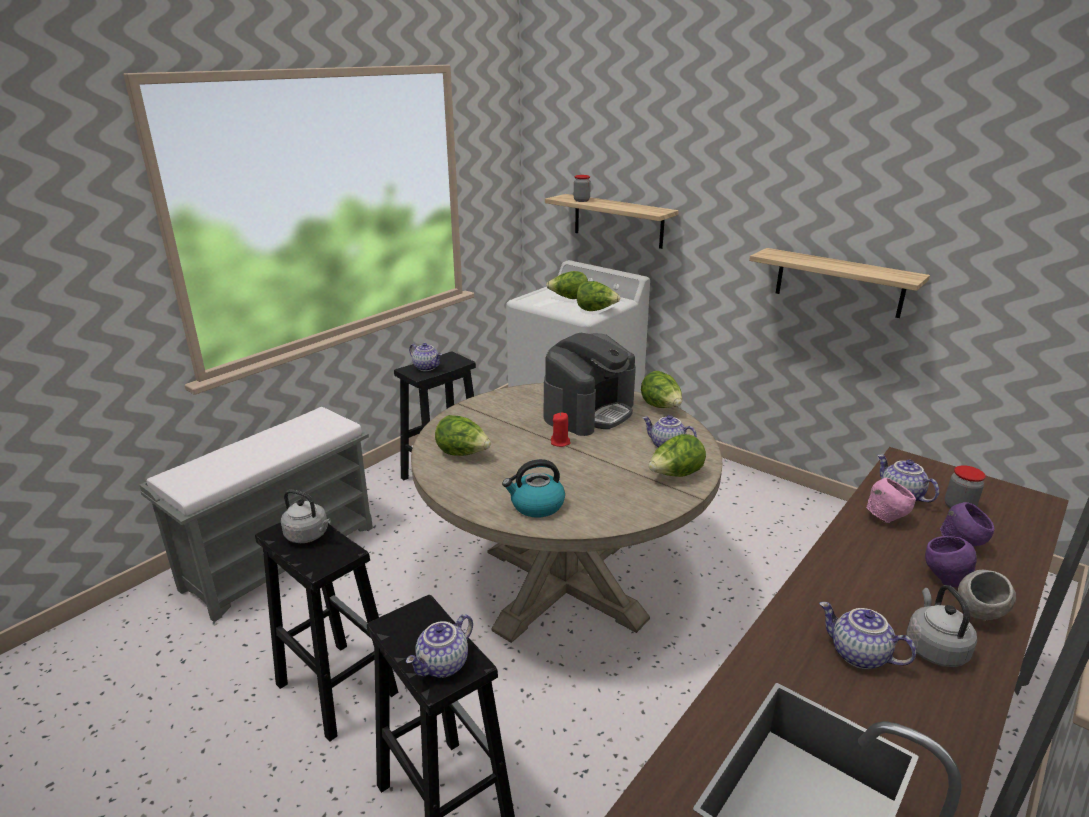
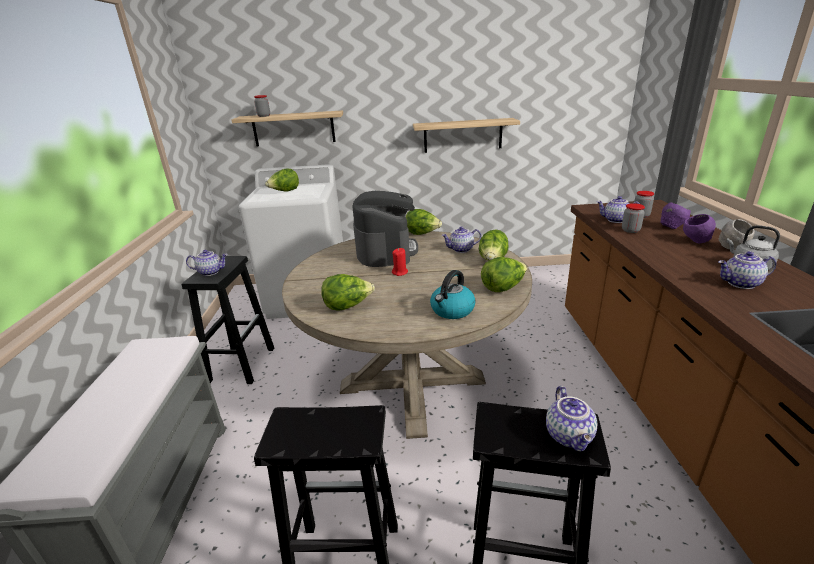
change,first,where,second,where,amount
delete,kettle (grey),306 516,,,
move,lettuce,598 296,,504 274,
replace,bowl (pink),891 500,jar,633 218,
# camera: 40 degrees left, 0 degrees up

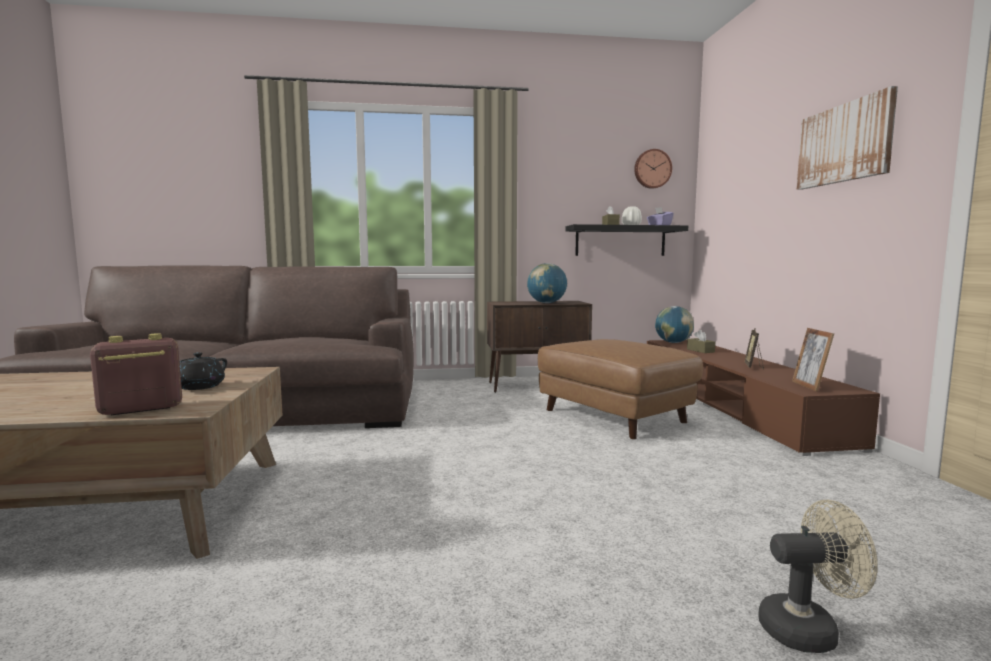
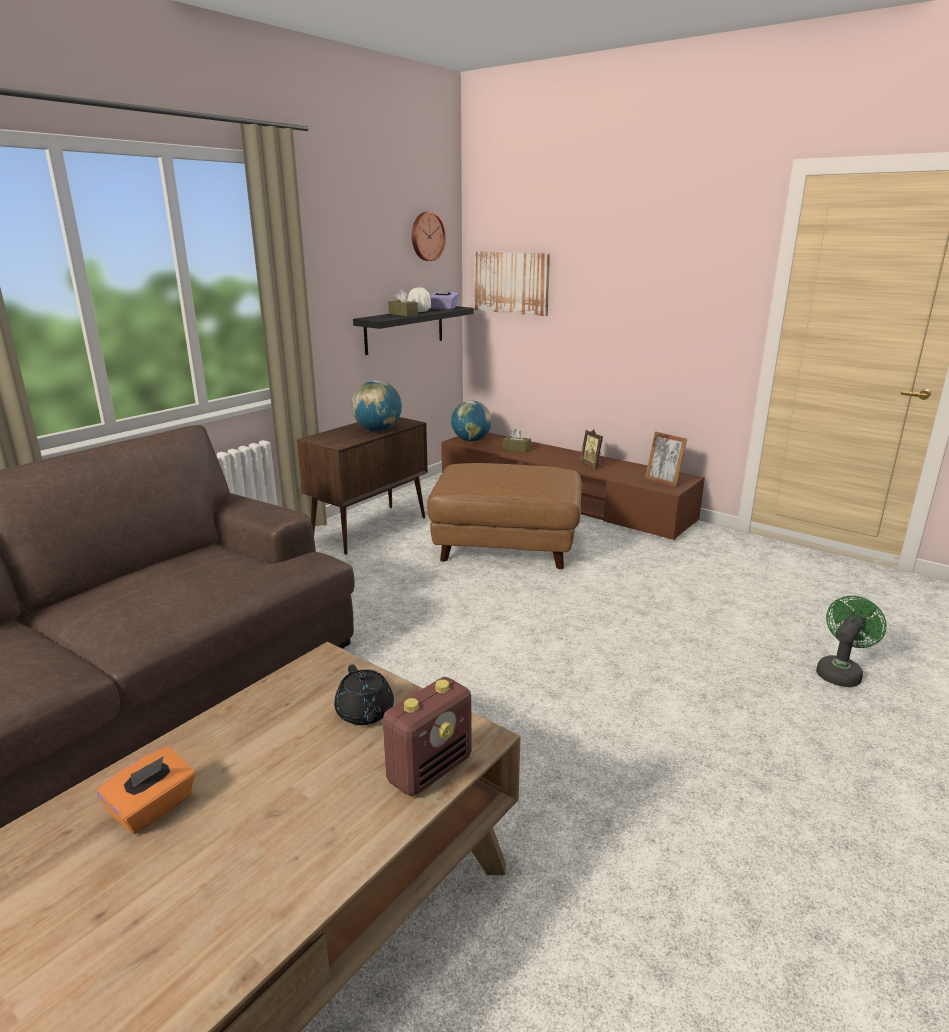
change,first,where,second,where,amount
rotate,radio,136 374,,427 736,150 degrees counterclockwise
recolor,fan (beige),818 576,fan (green),851 641,
move,picture,847 138,,512 283,
insert,,,tissue box (orange),146 790,
# camera: 45 degrees left, 15 degrees up

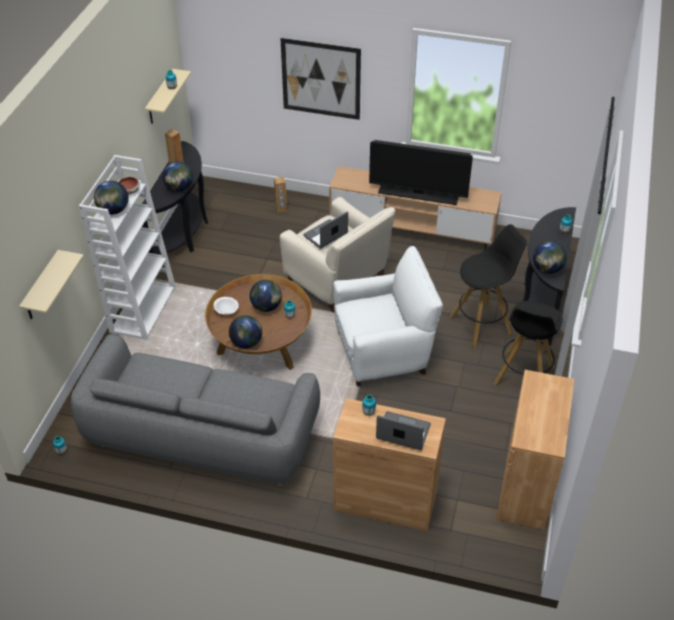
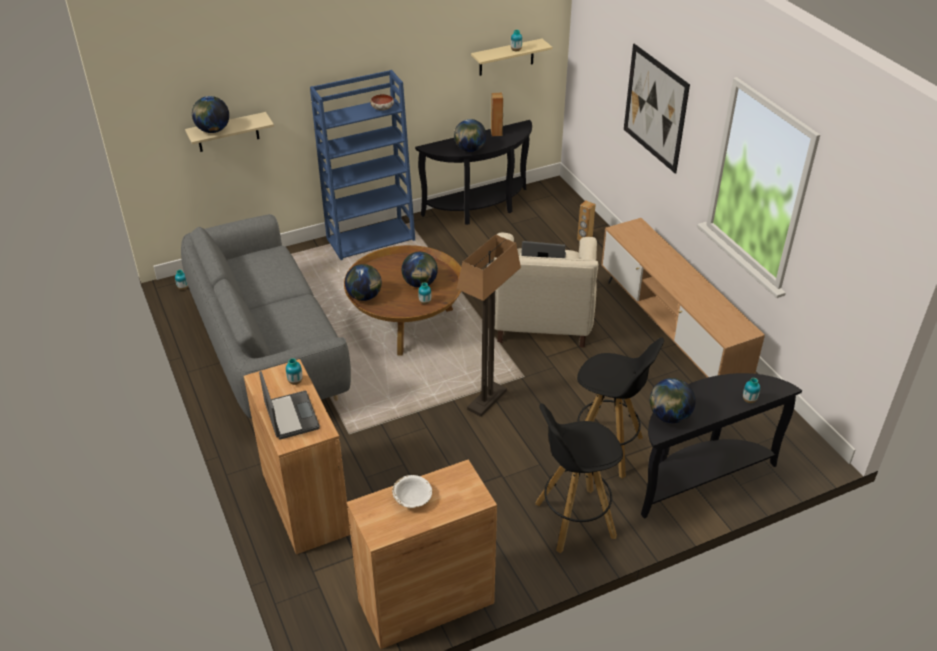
change,first,where,second,where,amount
recolor,bookcase (white),127 247,bookcase (blue),362 165,
move,globe,111 198,,210 114,
move,bowl (white),226 306,,412 491,
replace,armchair (white),388 316,floor lamp,489 325,
delete,television,421 172,,,
# camera: 50 degrees right, 5 degrees down

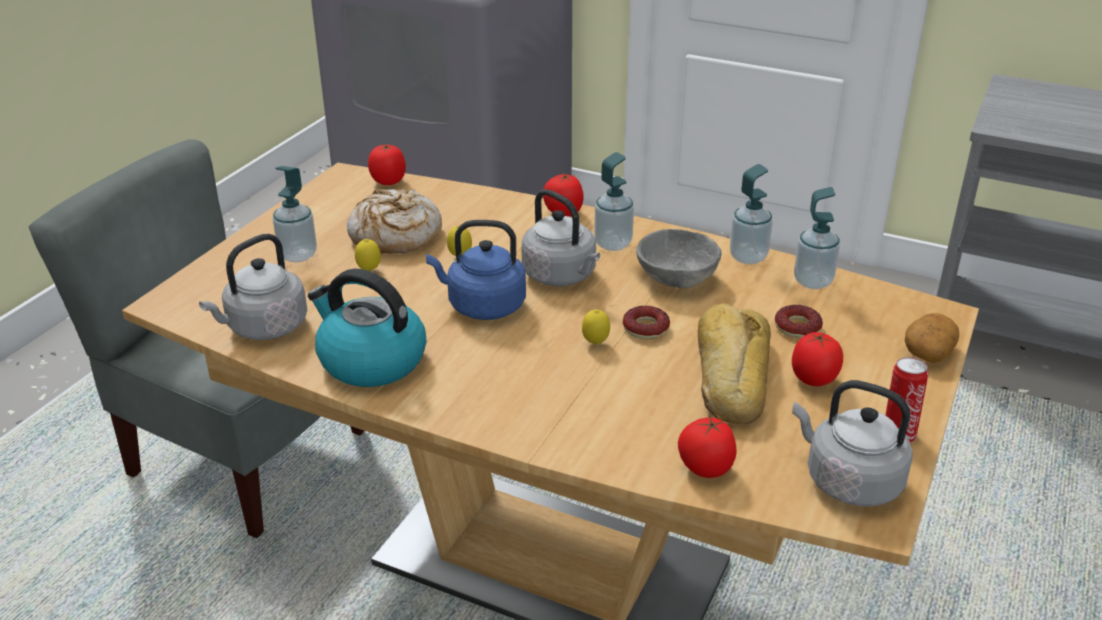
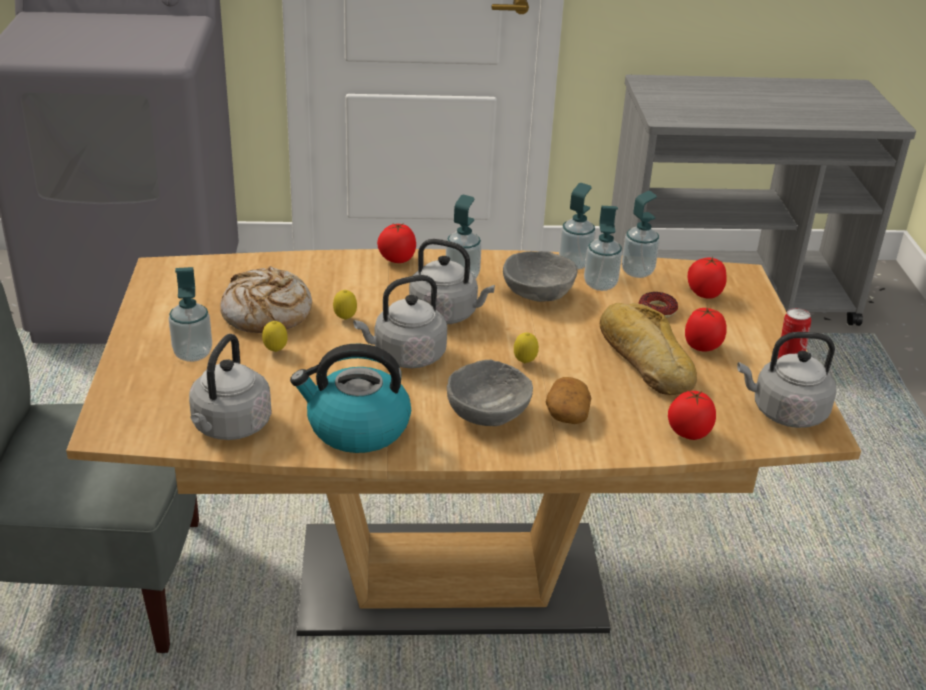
change,first,where,second,where,amount
move,tomato,387 165,,707 278,
recolor,kettle (blue),476 270,kettle (grey),400 321,
delete,donut,646 322,,,
move,potato,932 338,,568 400,
insert,,,bowl (grey),490 393,
insert,,,soap dispenser,603 248,
# camera: 30 degrees left, 0 degrees up

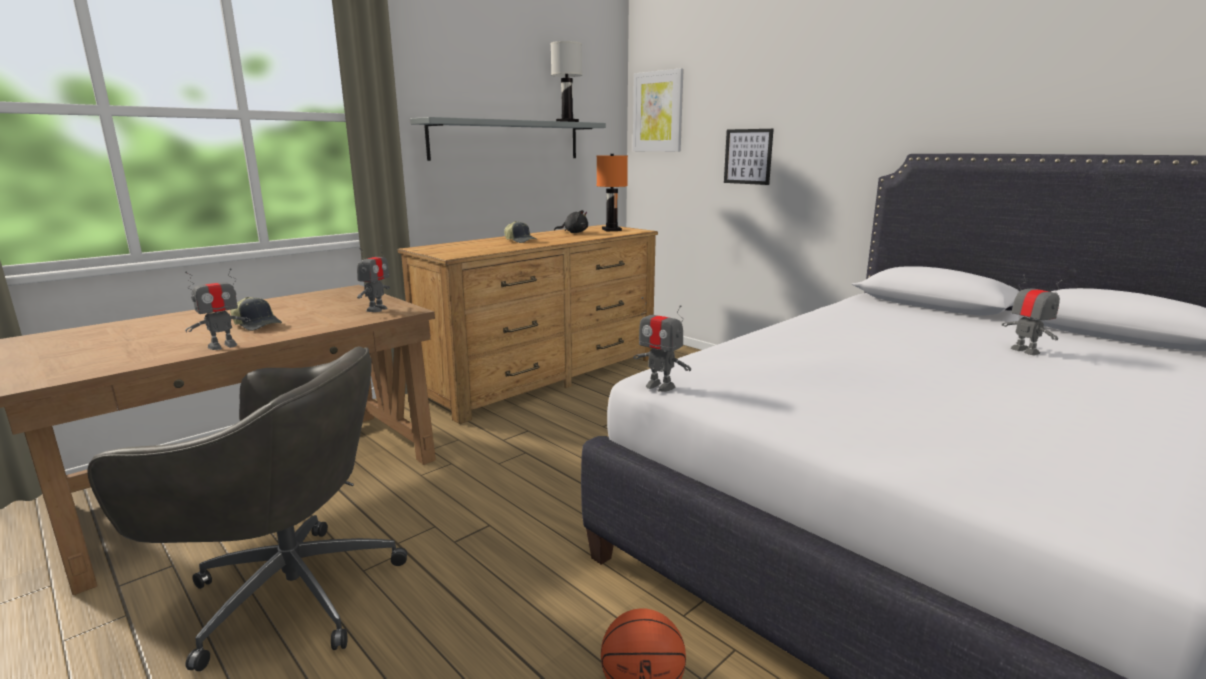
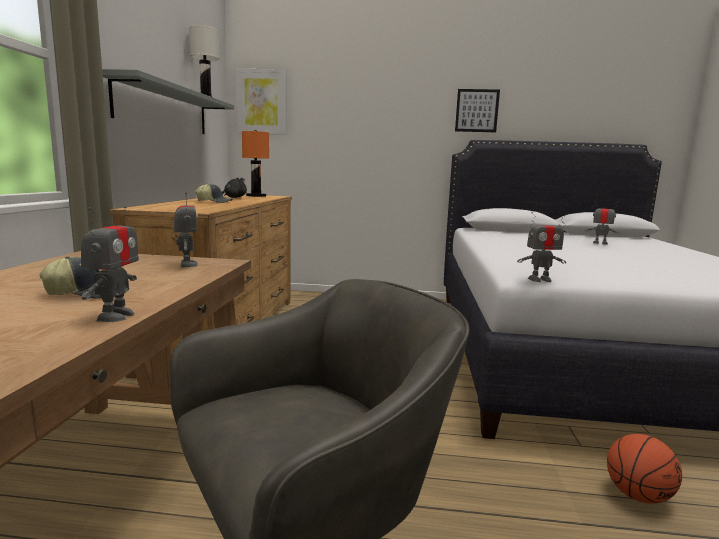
change,first,where,second,where,amount
move,picture,749 157,,477 110,
# camera: 40 degrees left, 5 degrees down

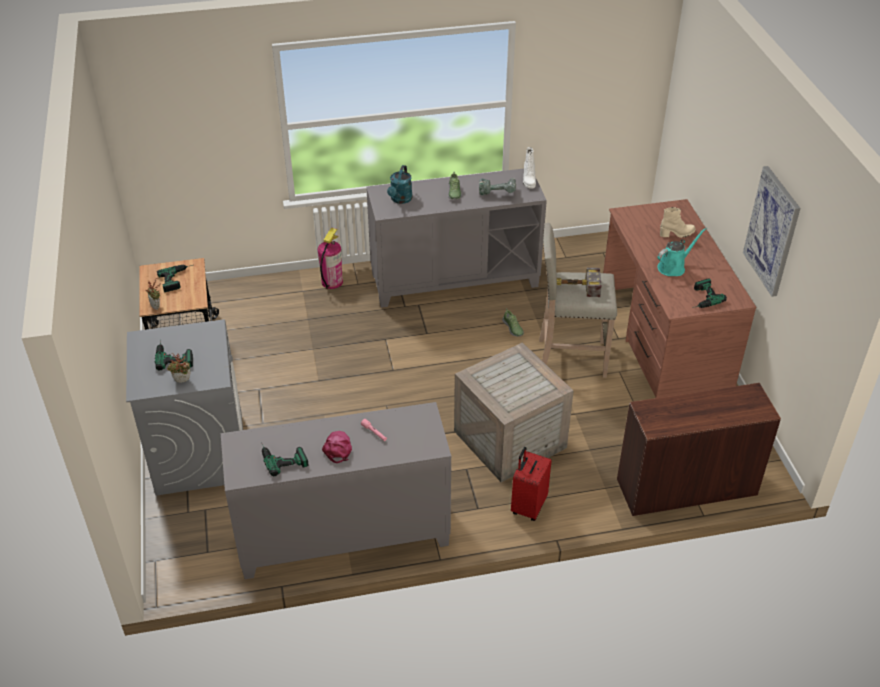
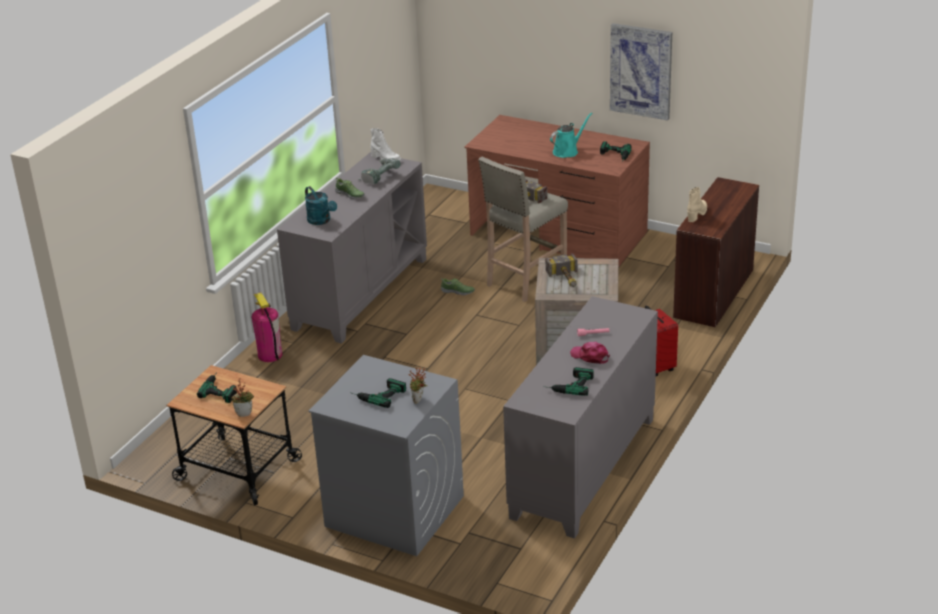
change,first,where,second,where,amount
rotate,watering can (turquoise),682 252,,571 135,45 degrees clockwise
move,boot (beige),677 222,,697 204,
insert,,,hammer,561 270,
# camera: 50 degrees left, 10 degrees down

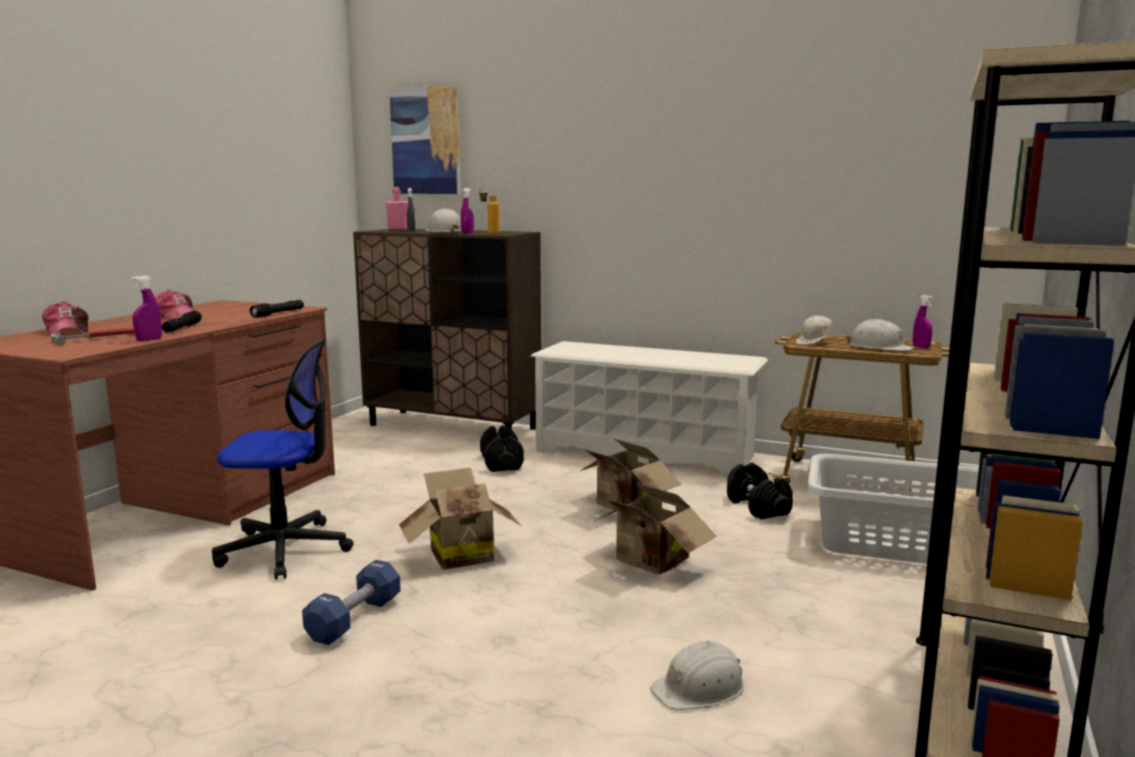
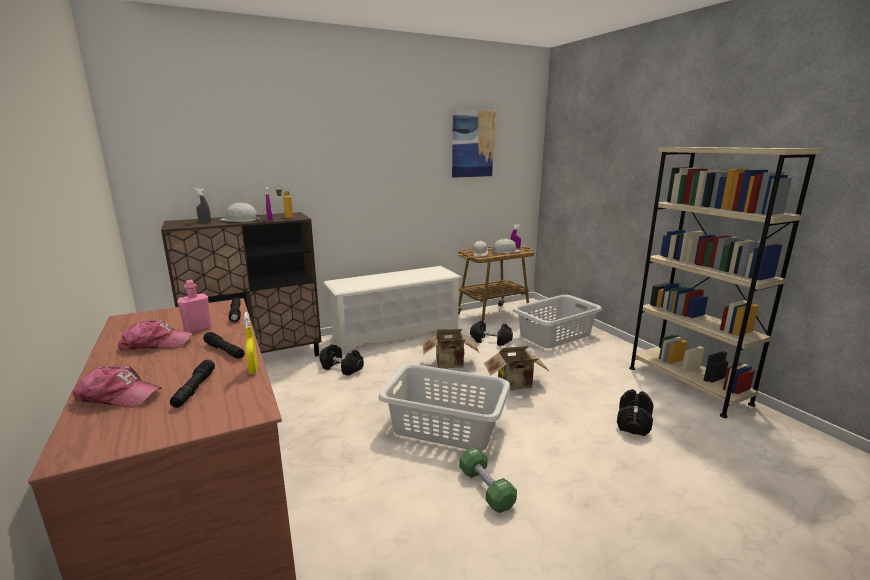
change,first,where,second,where,amount
replace,hammer,93 336,flashlight (black),192 384,
recolor,spray bottle (purple),146 308,spray bottle (yellow),251 343,
delete,office chair,283 459,,,
recolor,dumbbell (blue),351 602,dumbbell (green),488 480,
move,bottle (pink),397 208,,194 306,
move,picture,425 139,,474 143,
replace,cardboard box,460 519,laundry basket (grey),444 407,
replace,hard hat (white),697 675,dumbbell (black),635 412,
# camera: 50 degrees left, 5 degrees up

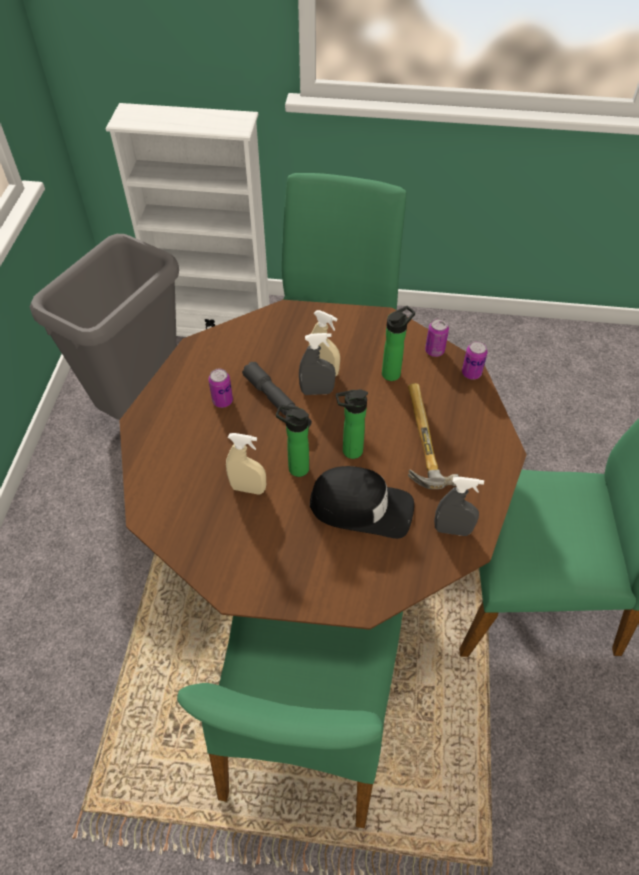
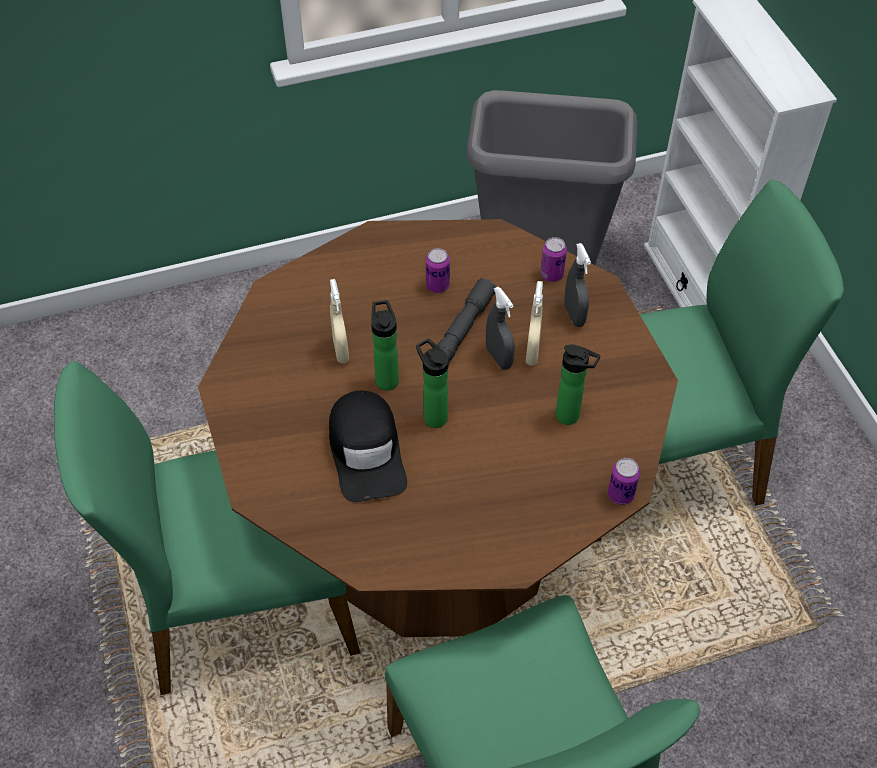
change,first,where,second,where,amount
delete,hammer,433 436,,,
move,can,437 338,,553 259,
move,spray bottle (grey),459 506,,577 285,
# camera: 65 degrees right, 0 degrees up

